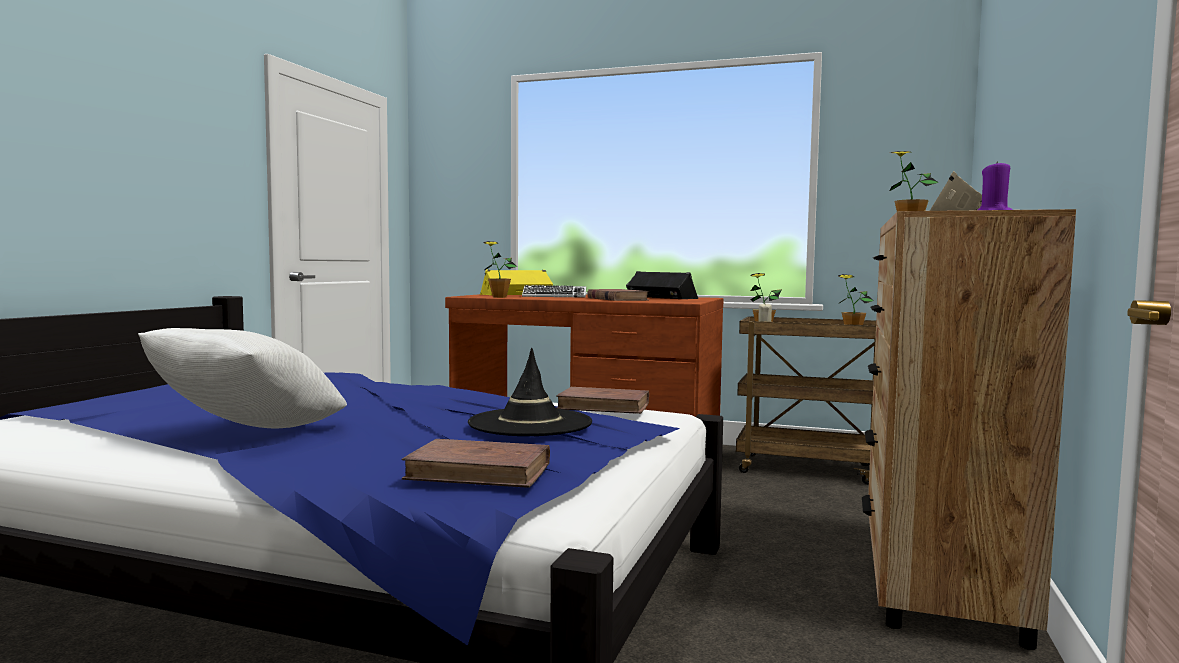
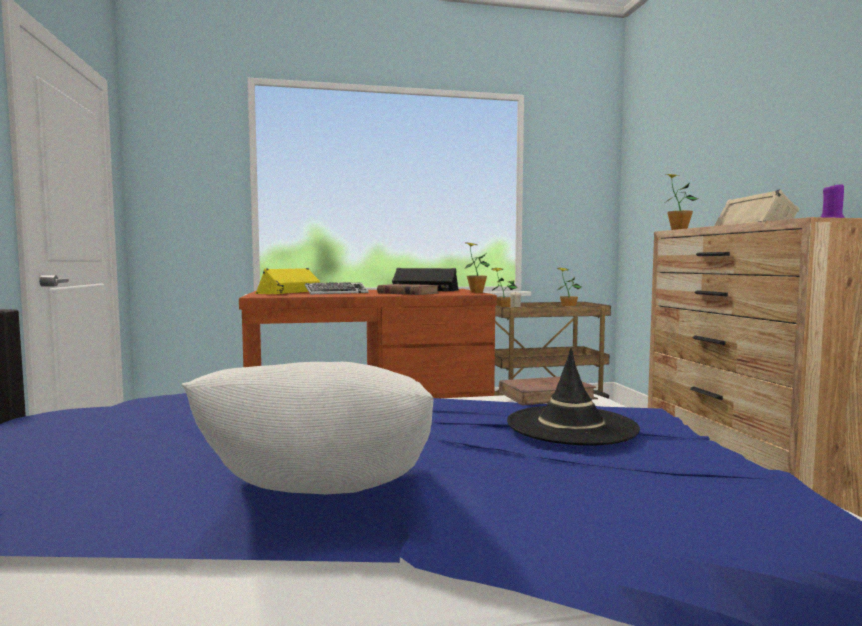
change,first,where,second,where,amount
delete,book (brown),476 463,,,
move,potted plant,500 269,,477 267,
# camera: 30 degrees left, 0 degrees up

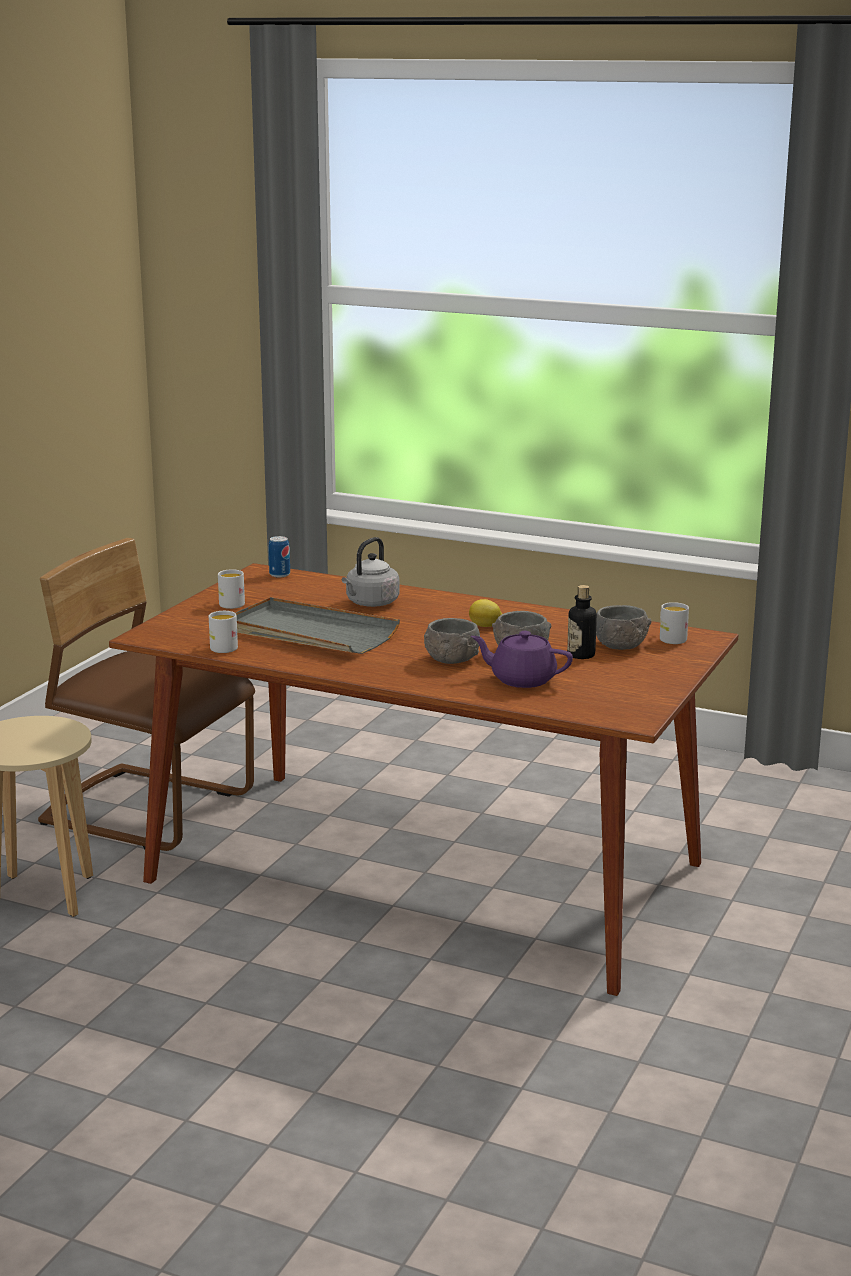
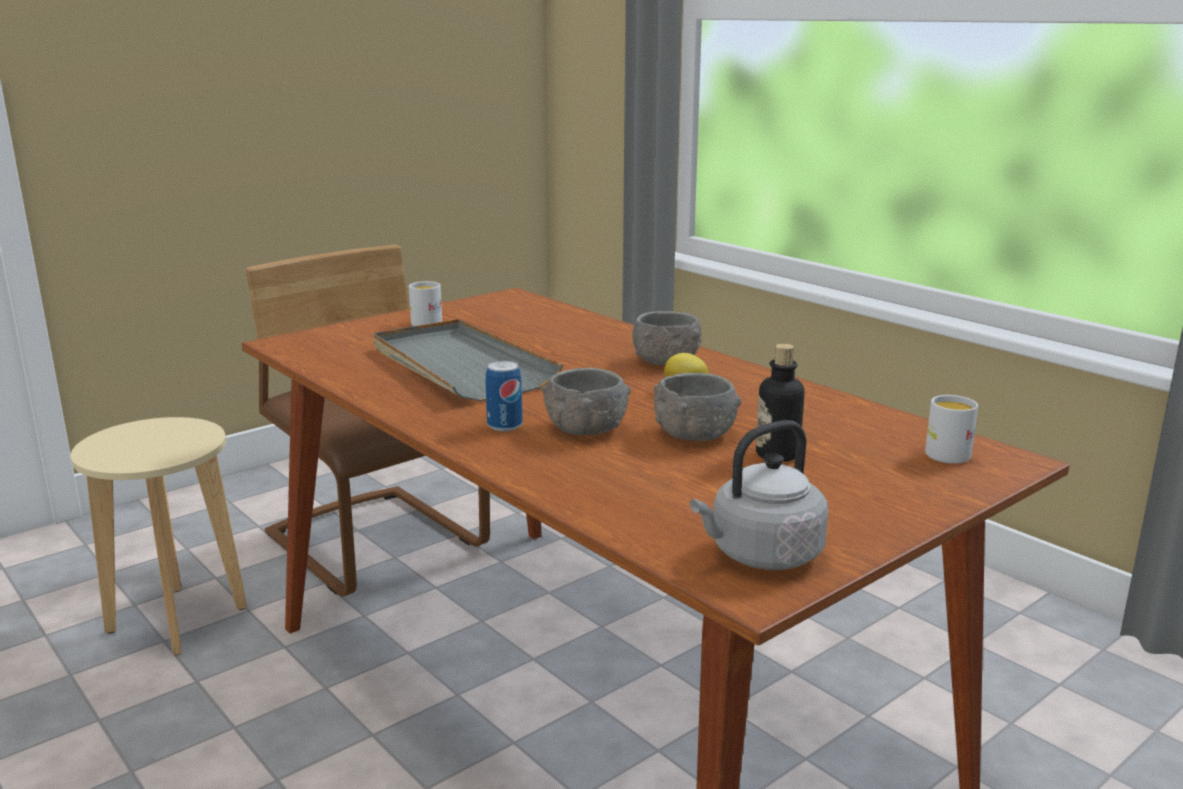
change,first,where,second,where,amount
delete,mug (white),223 632,,,
move,can,279 556,,504 396,
move,kettle (grey),371 572,,759 495,
delete,teapot (purple),522 659,,,
move,bowl (grey),623 627,,667 338,
# camera: 25 degrees right, 0 degrees up

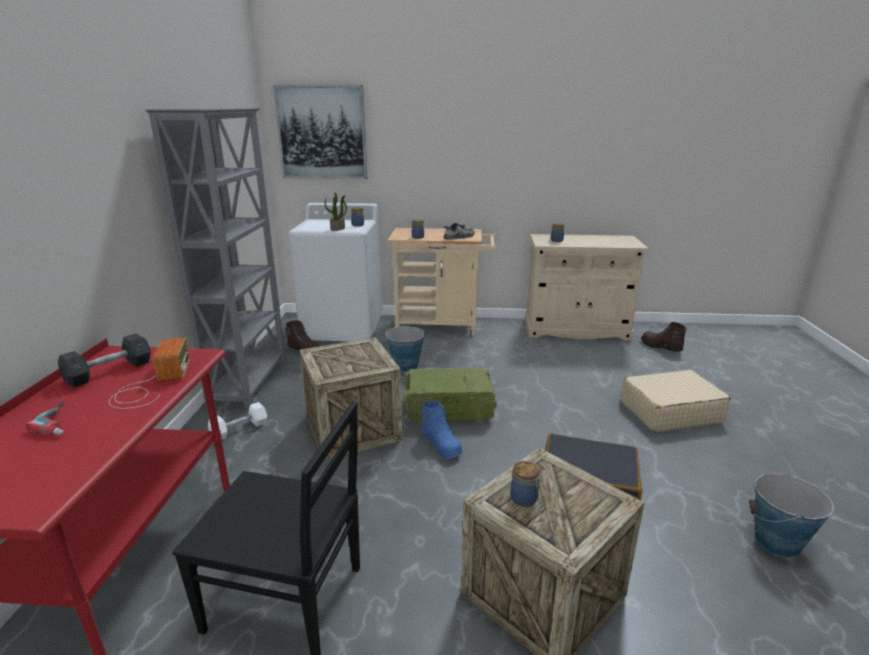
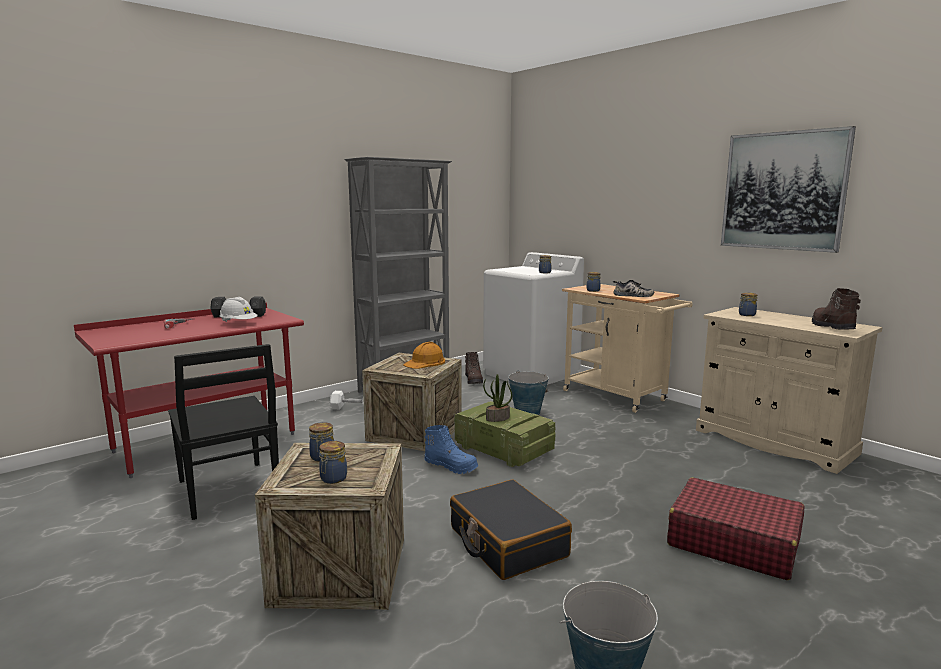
change,first,where,second,where,amount
replace,radio,149 373,hard hat (white),238 309,
move,picture,320 132,,788 189,
move,potted plant,336 211,,497 398,
rotate,boot (blue),441 430,,451 449,75 degrees counterclockwise
recolor,suitcase (beige),676 401,suitcase (red),735 529,
move,boot (brown),663 337,,836 309,
insert,,,jar,333 462,
insert,,,hard hat (orange),424 355,
# camera: 45 degrees right, 10 degrees down

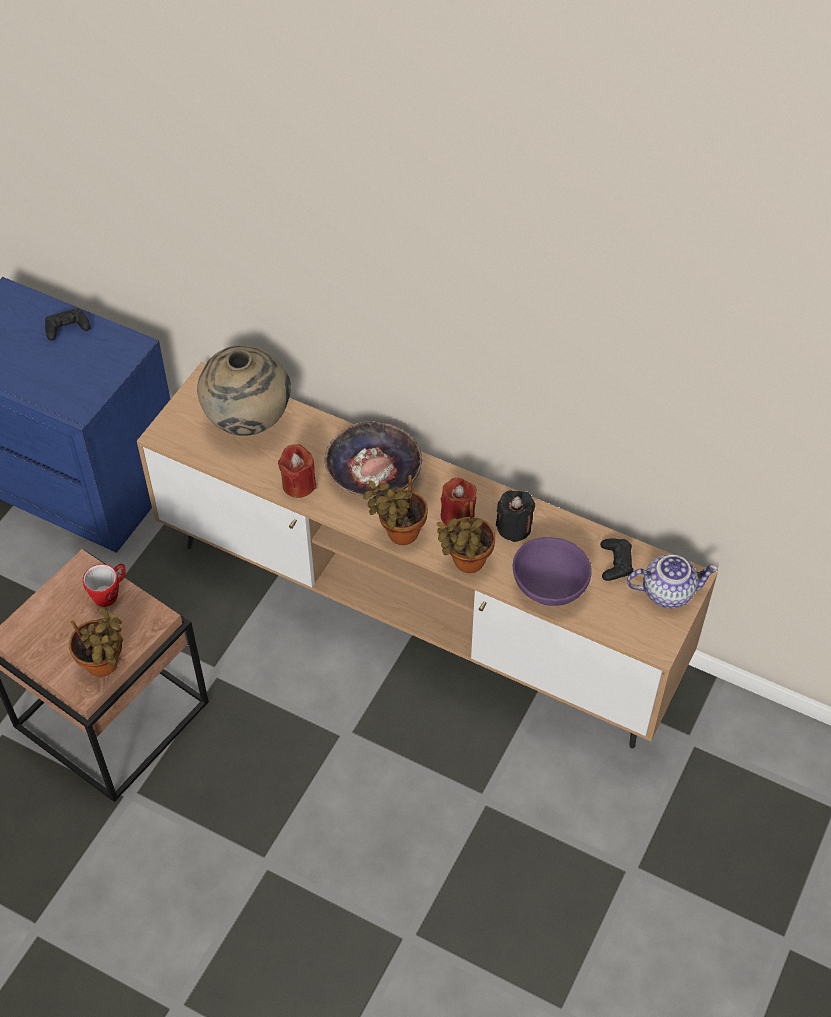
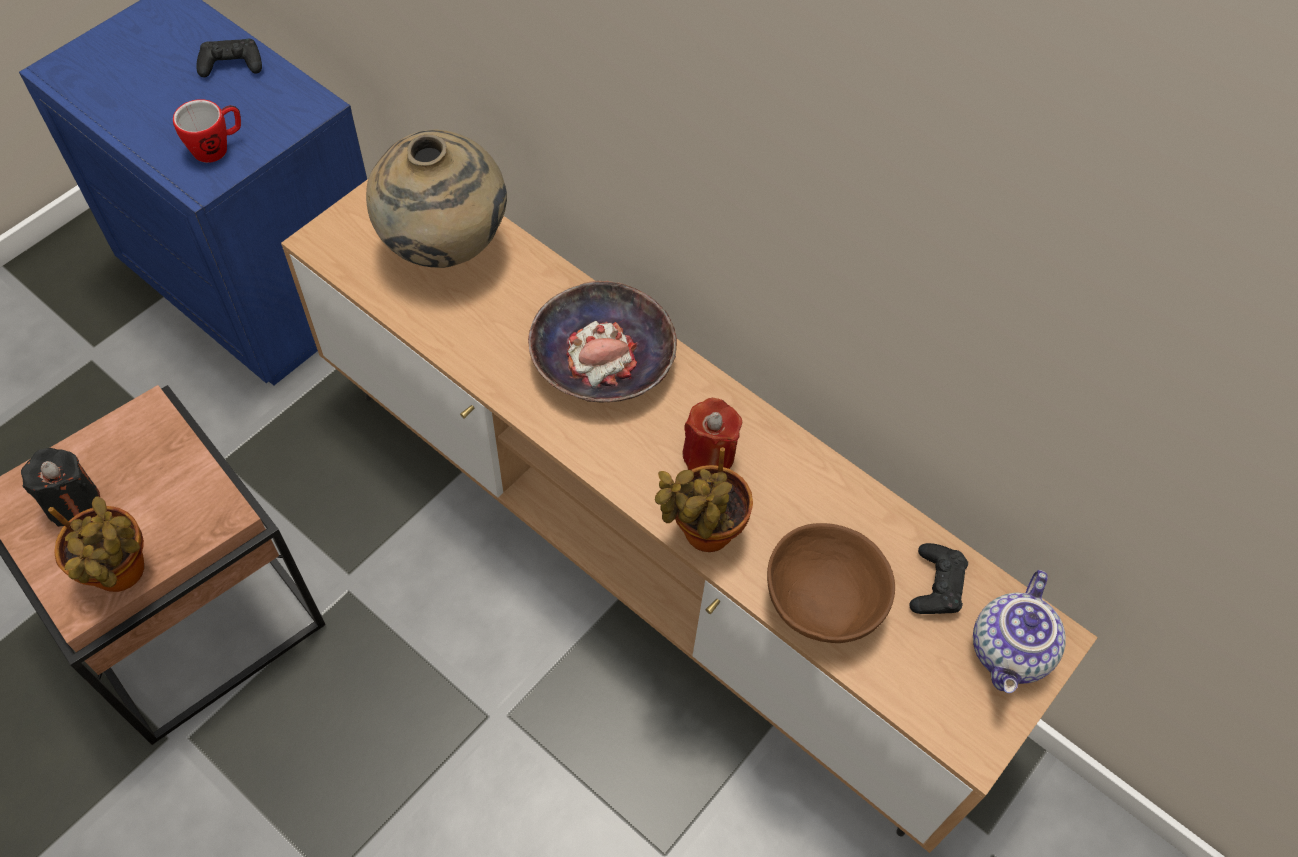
change,first,where,second,where,amount
move,mug,104 585,,207 131,
delete,candle (red),297 471,,,
delete,potted plant,395 510,,,
move,candle (black),515 516,,60 487,
recolor,bowl (purple),552 571,bowl (brown),831 583,
rotate,teapot,672 581,,1019 631,105 degrees clockwise
# camera: 10 degrees right, 5 degrees up

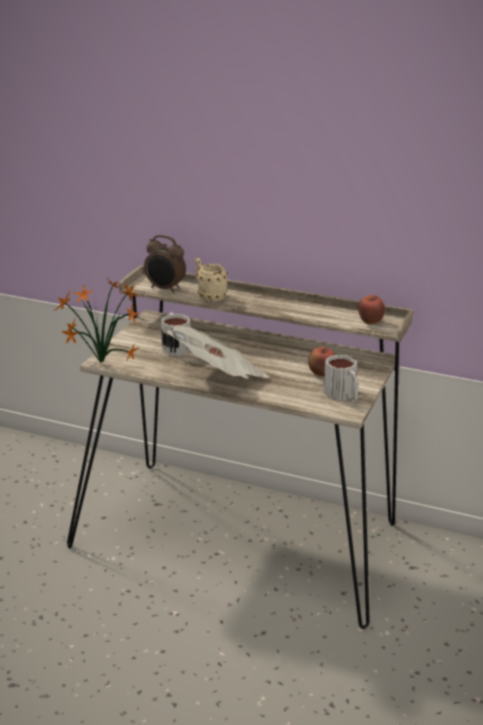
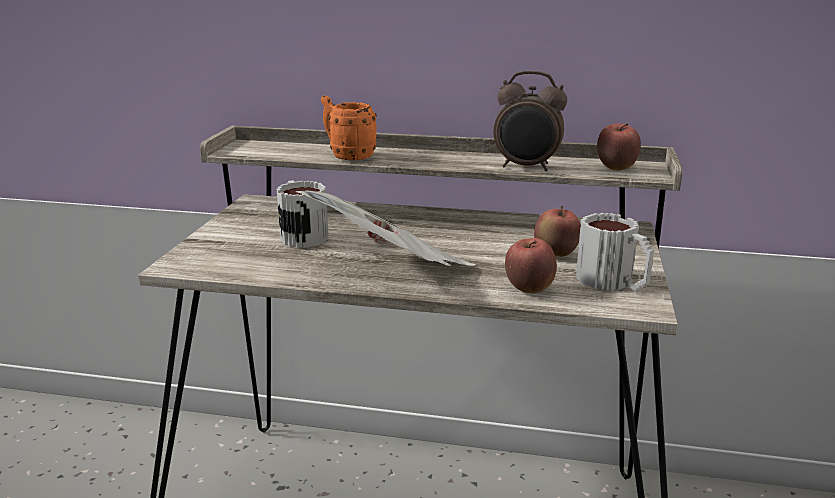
change,first,where,second,where,amount
delete,potted plant,96 320,,,
move,alarm clock,165 264,,530 121,
recolor,mug (beige),211 280,mug (orange),349 128,
insert,,,apple,531 265,
# camera: 10 degrees left, 5 degrees down

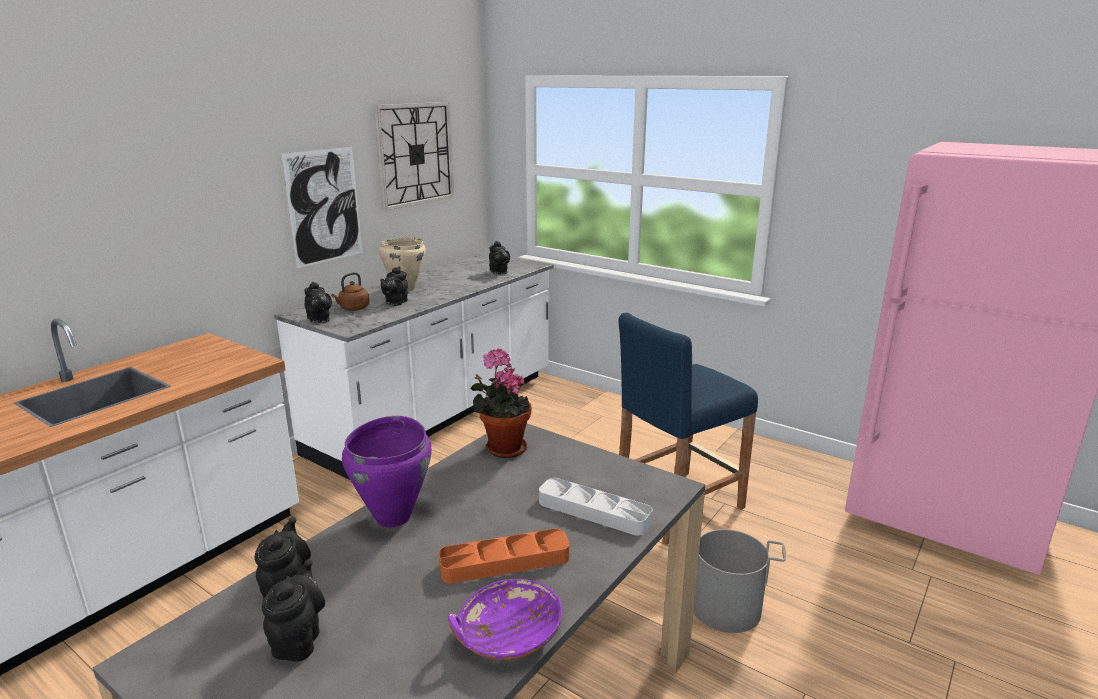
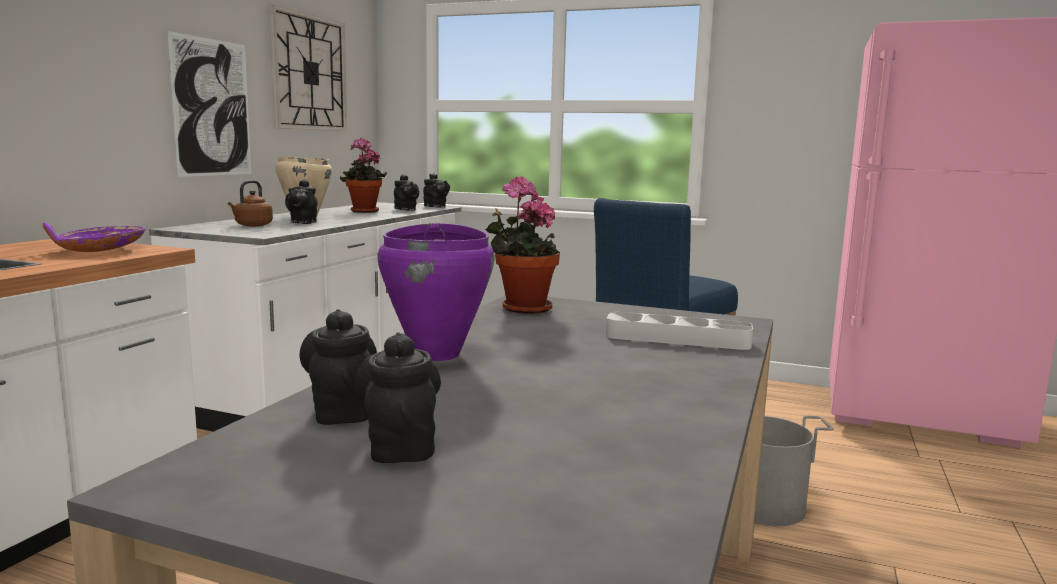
change,first,where,second,where,amount
move,teapot (black),318 302,,436 190,
delete,tray (orange),504 556,,,
move,bowl (purple),505 619,,94 237,
insert,,,potted plant,364 175,
# camera: 15 degrees left, 10 degrees down

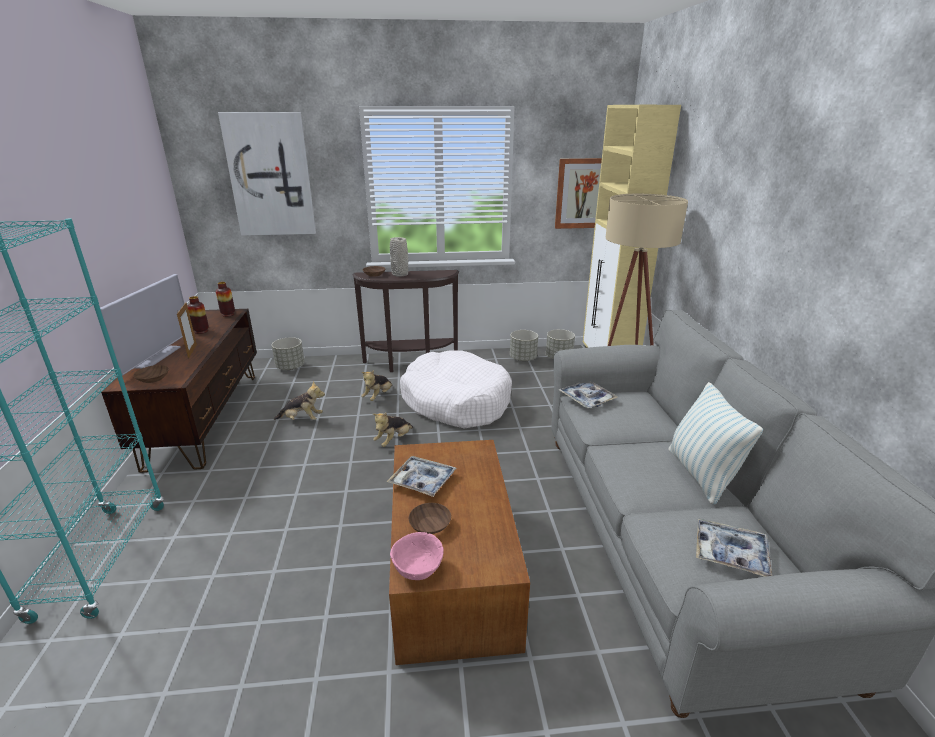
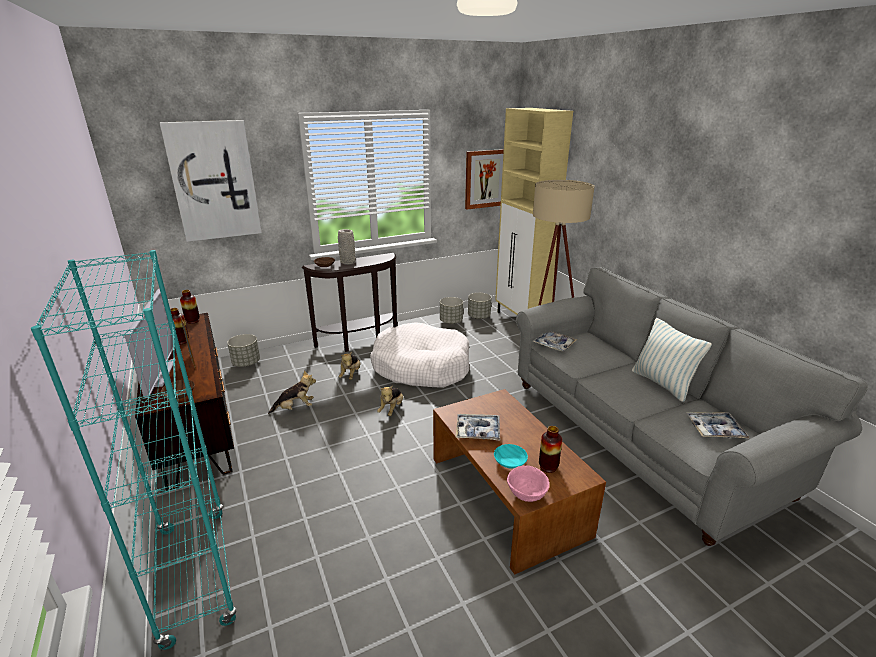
change,first,where,second,where,amount
recolor,bowl (brown),430 518,bowl (turquoise),511 456,
insert,,,vase,550 449,
# camera: 20 degrees left, 0 degrees up

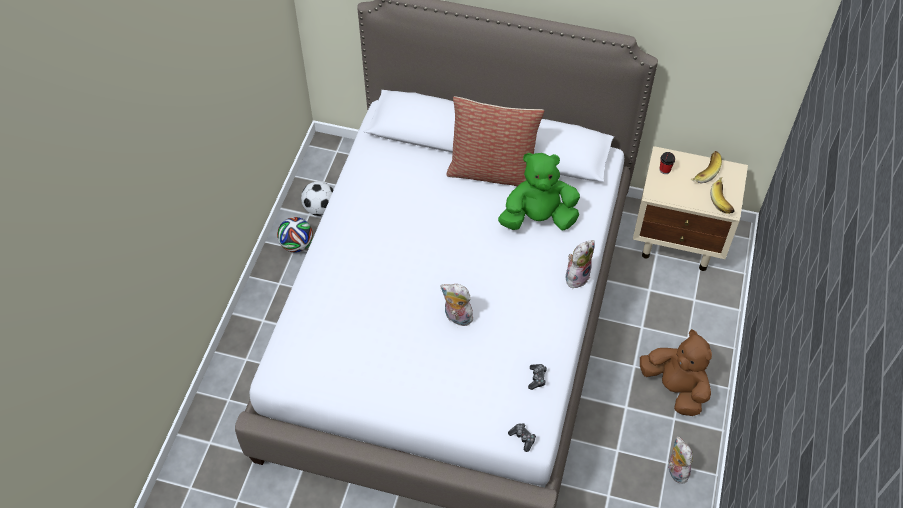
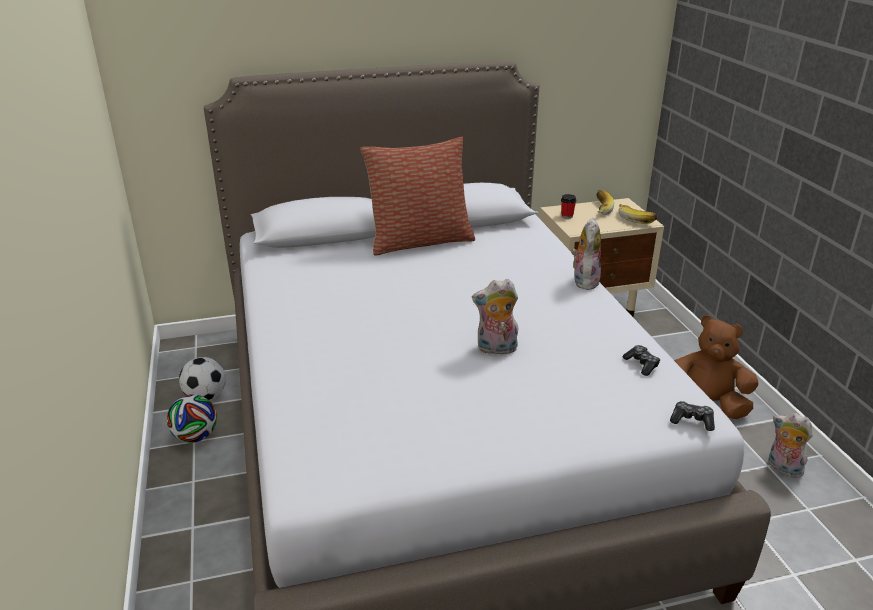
change,first,where,second,where,amount
delete,plush toy (green),539 192,,,
# camera: 30 degrees left, 25 degrees down

